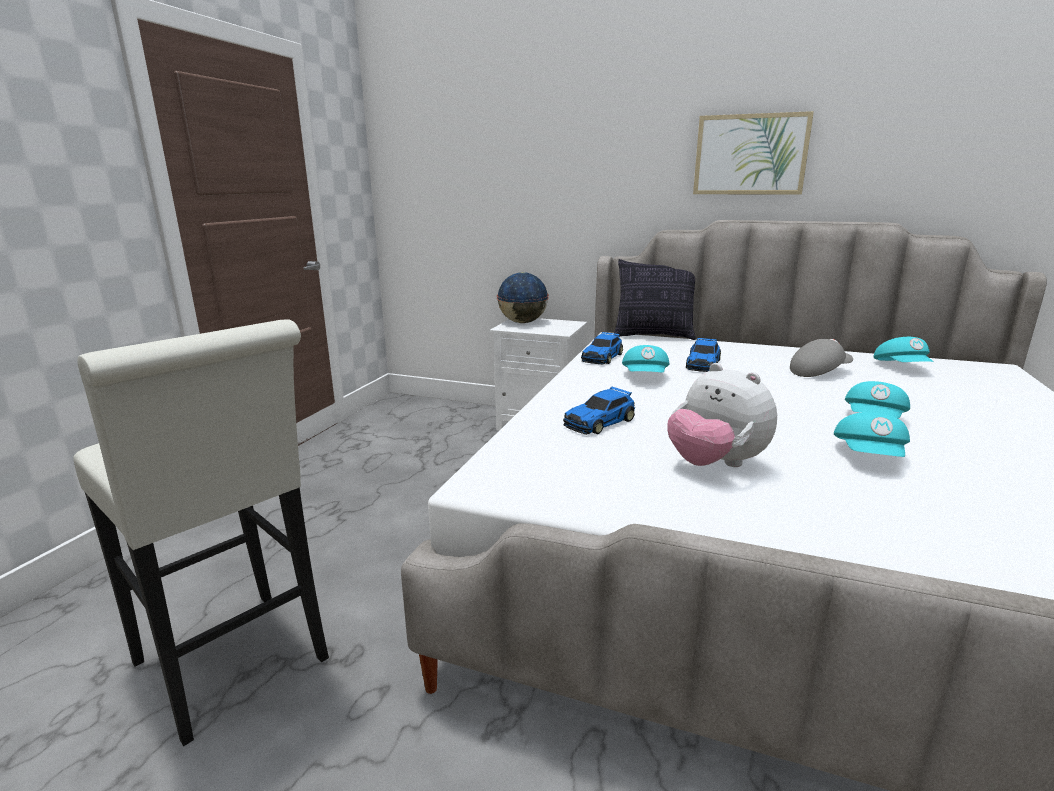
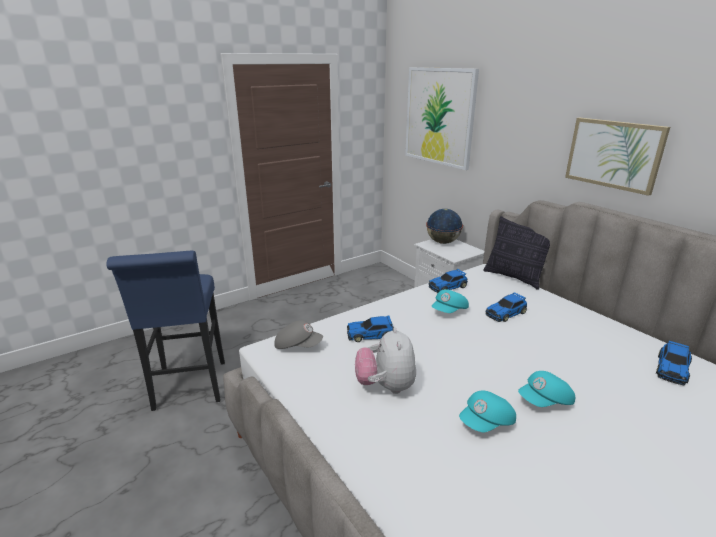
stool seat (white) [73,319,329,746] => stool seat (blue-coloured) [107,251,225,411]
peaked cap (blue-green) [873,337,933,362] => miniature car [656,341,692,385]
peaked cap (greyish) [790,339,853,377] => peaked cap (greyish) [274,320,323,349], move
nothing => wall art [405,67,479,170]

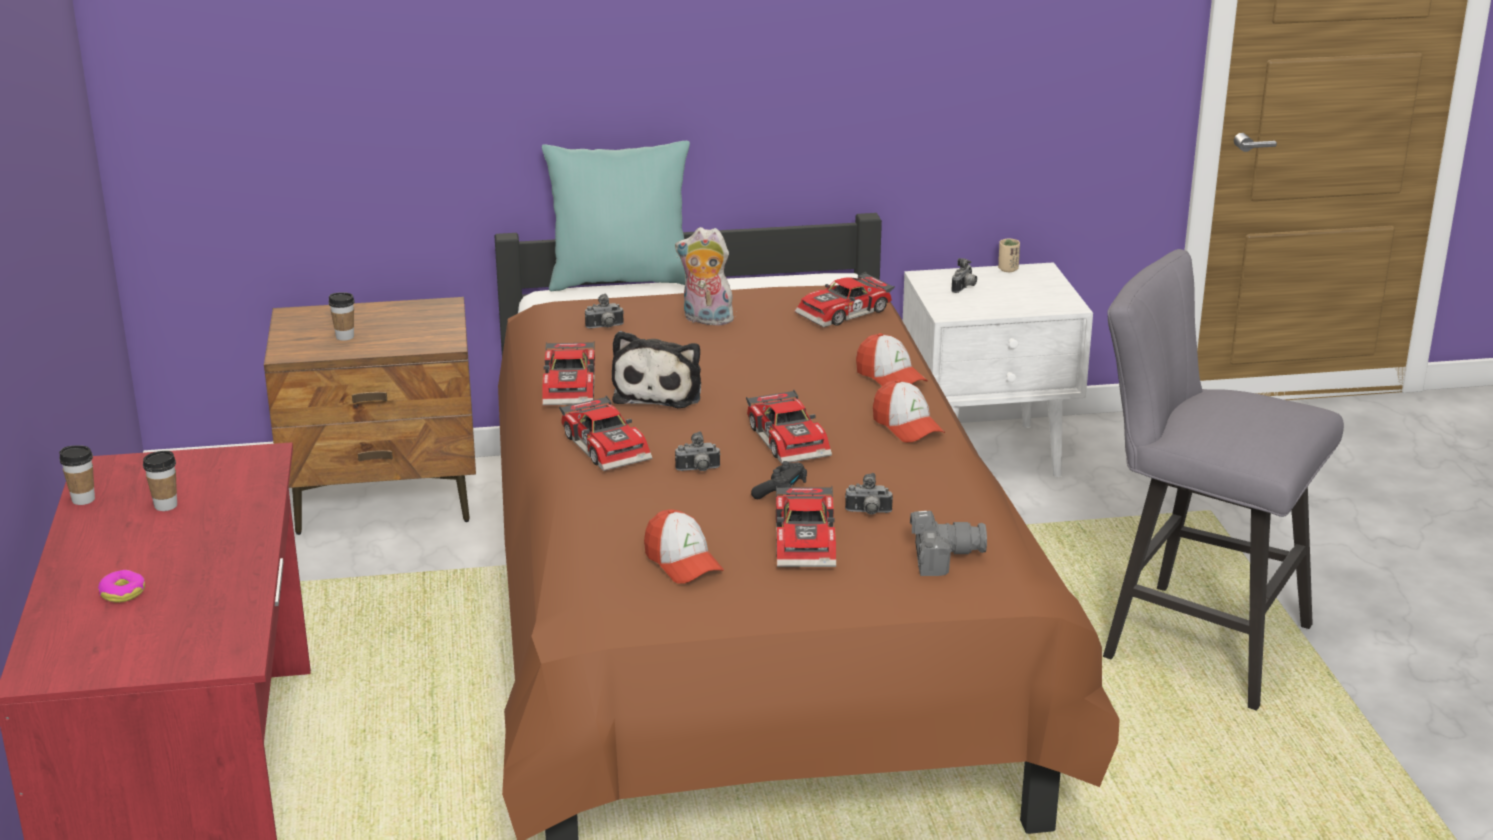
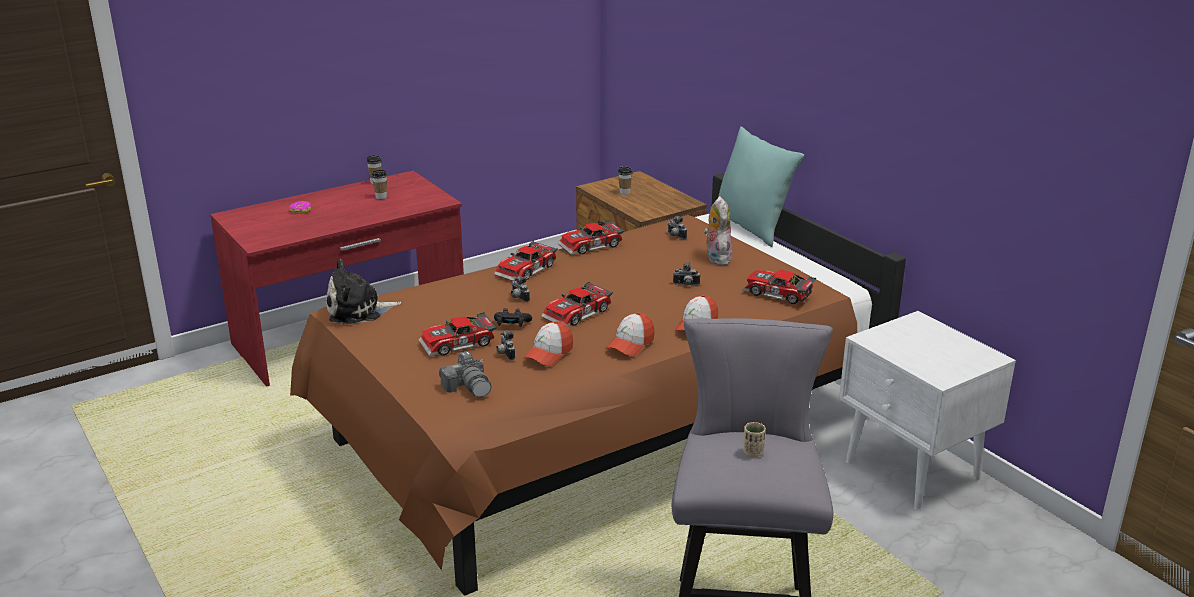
small cup (beige-coloured) [998,238,1020,272] => small cup (beige-coloured) [743,422,766,457], move
still camera [952,258,977,293] => still camera [673,262,700,286], move
cuddly toy [612,331,701,408] => cuddly toy [326,259,401,324], move
peaked cap [644,509,724,584] => peaked cap [523,321,573,366], move

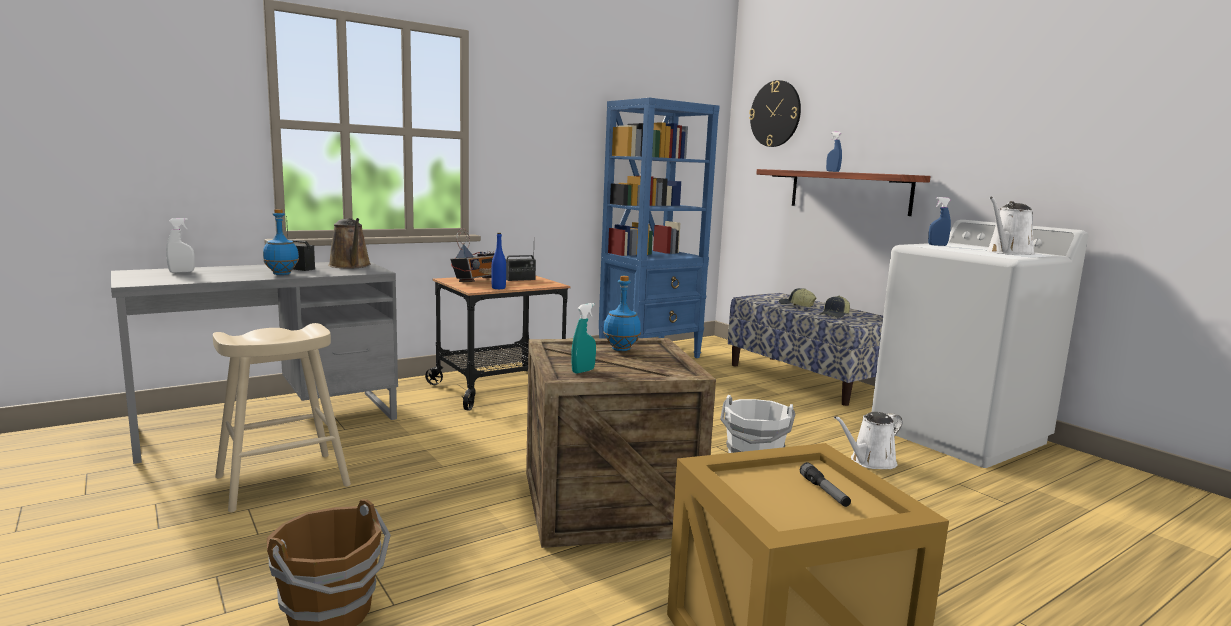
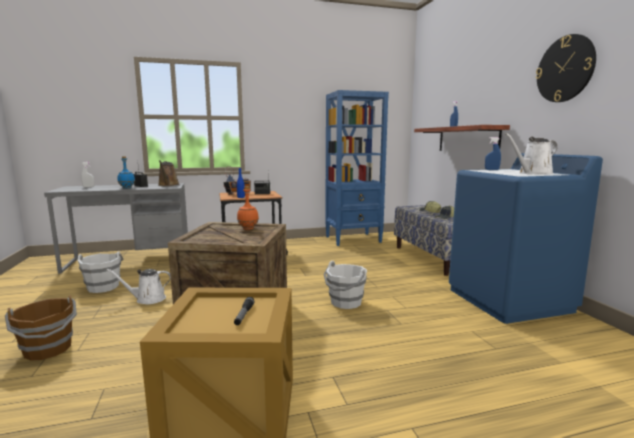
hanging clock [749,80,801,147] => hanging clock [536,34,596,102], move
washing machine (white) [872,220,1088,468] => washing machine (blue-coloured) [449,153,603,324]
beverage bottle (blue-coloured) [603,276,641,351] => beverage bottle (orangey) [237,187,259,230]
spray bottle (blue-green) [571,303,596,374] => nothing
stool seat (beige-coloured) [213,323,351,512] => pail (white) [77,252,124,293]
watering can (white) [834,412,902,469] => watering can (white) [106,269,171,304], move

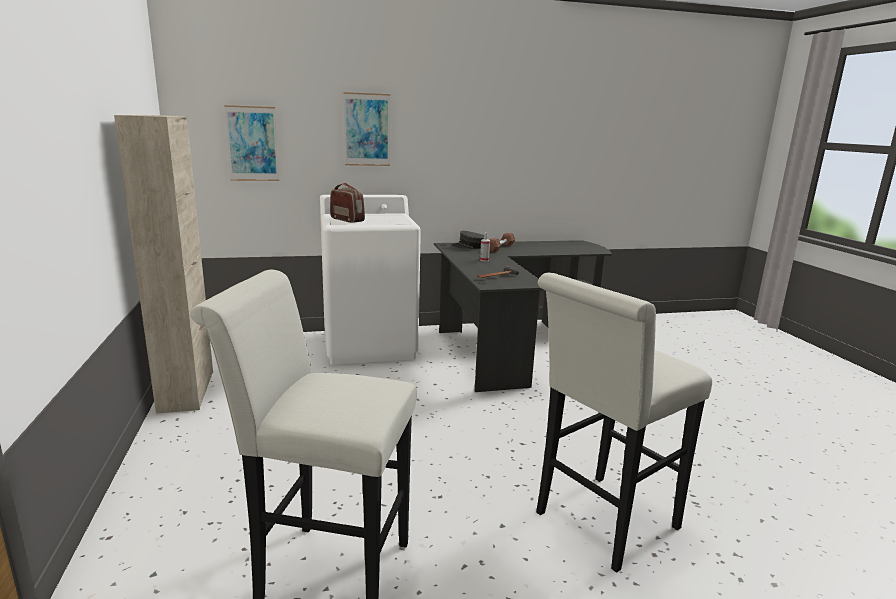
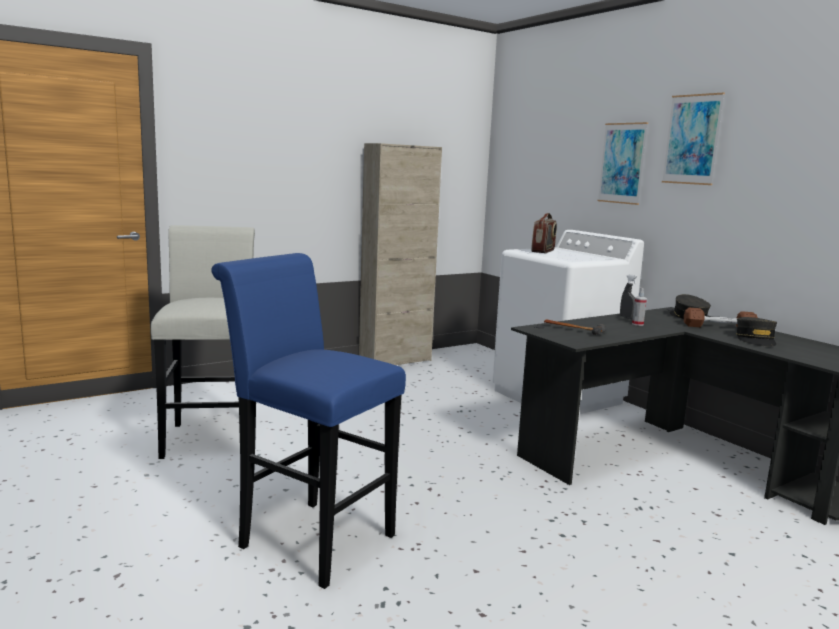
wall art [224,105,279,181] => wall art [662,92,725,185], move
stool seat (white) [536,273,712,573] => stool seat (blue-coloured) [211,253,406,589]
nothing => spray bottle (greyish) [620,274,638,319]
nothing => peaked cap (greyish) [736,317,777,347]

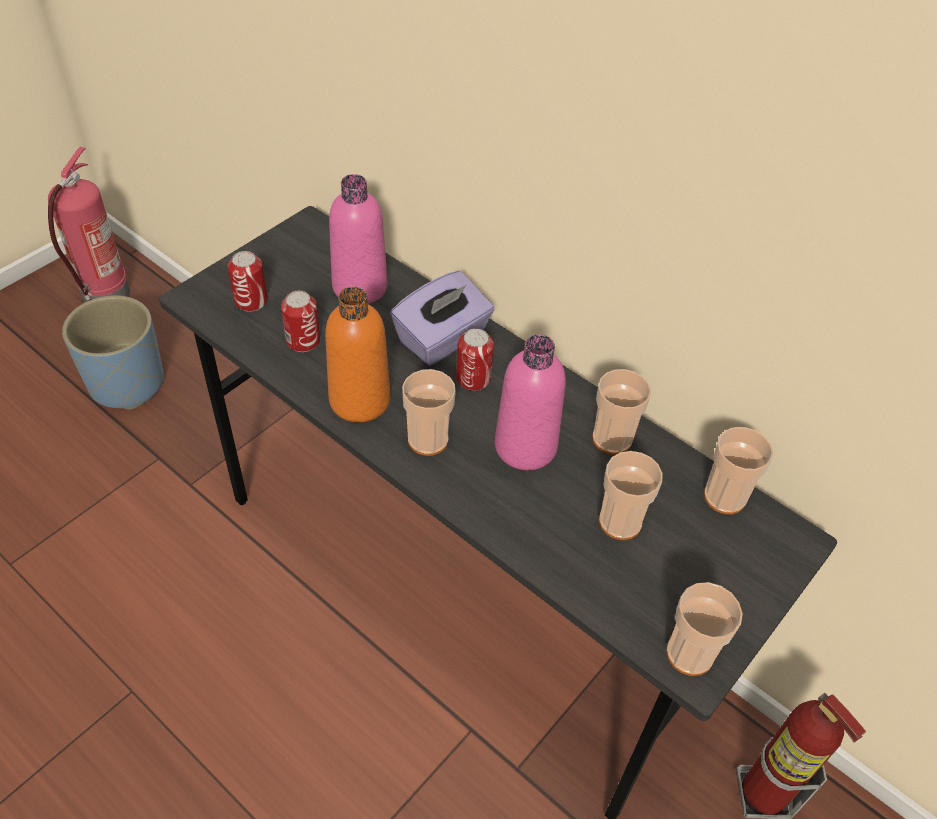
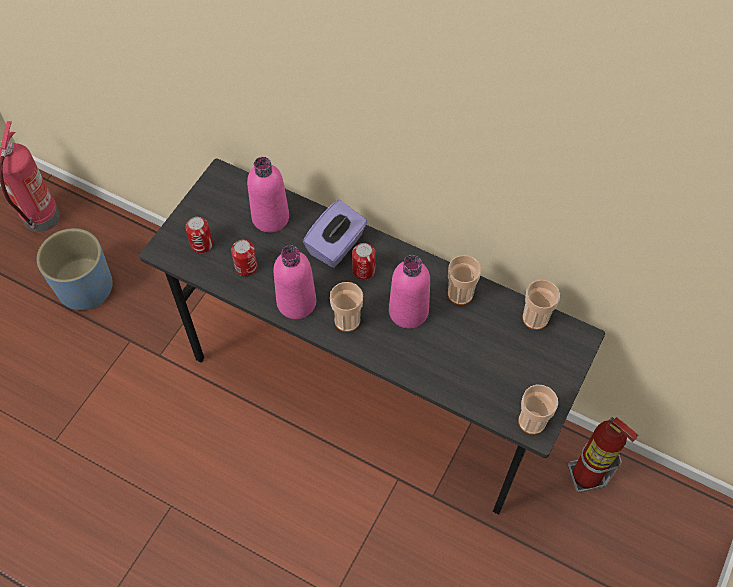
beverage bottle (orangey) [325,287,390,422] => beverage bottle (pink-coloured) [273,245,316,319]
small cup [599,451,663,540] => nothing

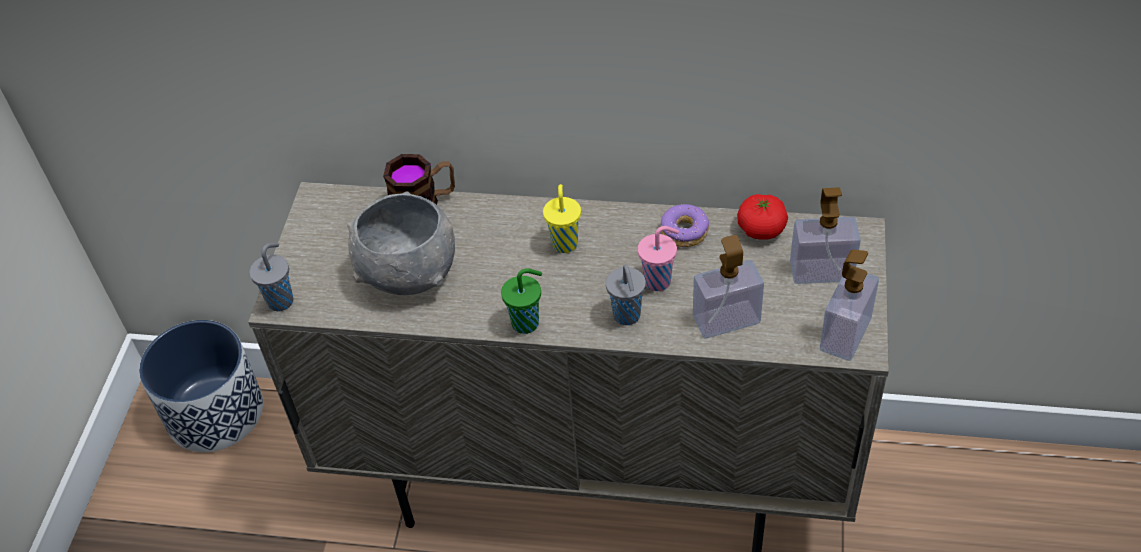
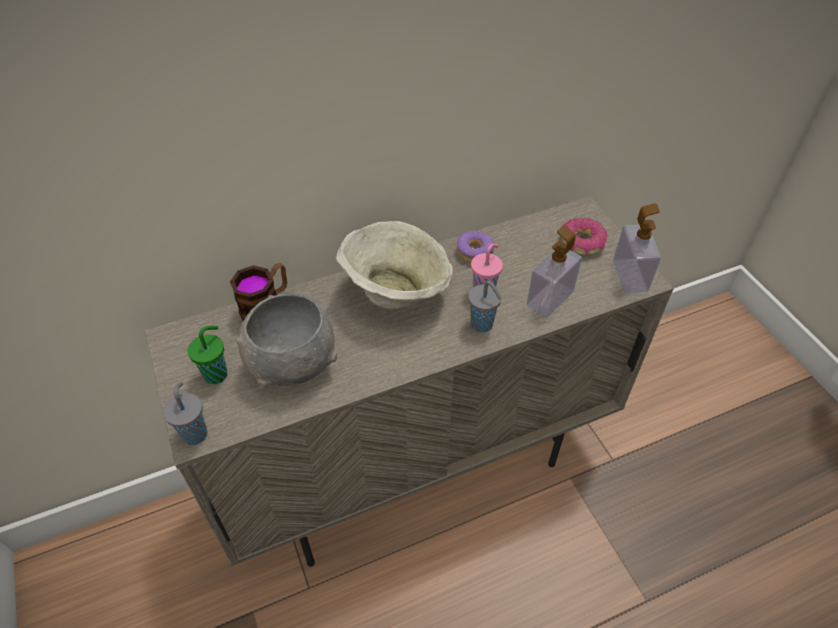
small cup (yellow-coloured) [543,184,581,253] => bowl (beige-coloured) [336,221,453,309]
liquid soap bottle [790,187,861,284] => ring doughnut [561,217,608,255]
fresh tomato [737,194,788,240] => nothing
small cup (green) [501,268,542,334] => small cup (green) [188,326,228,384], move
planter [139,320,263,452] => nothing

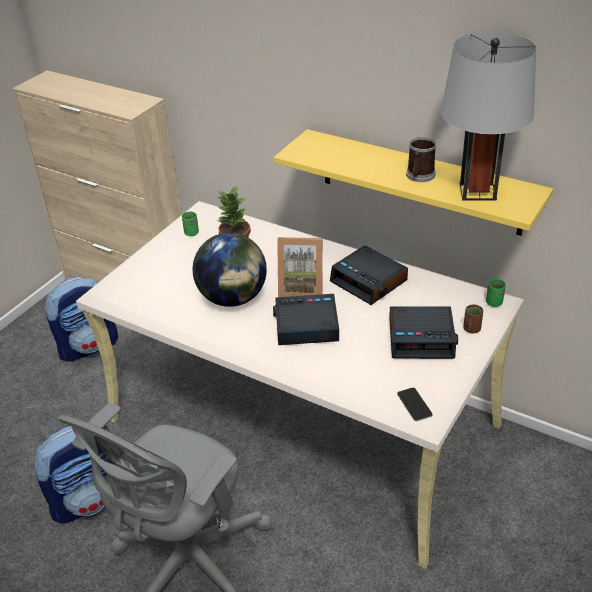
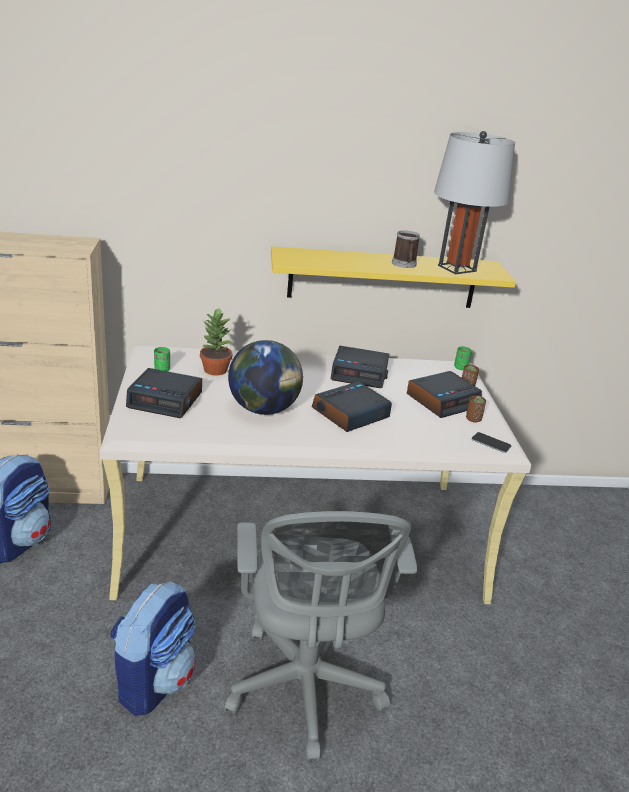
photo frame [277,237,323,297] => nothing
nothing => bedside clock [126,368,202,418]
nothing => small cup (brown) [466,395,486,423]

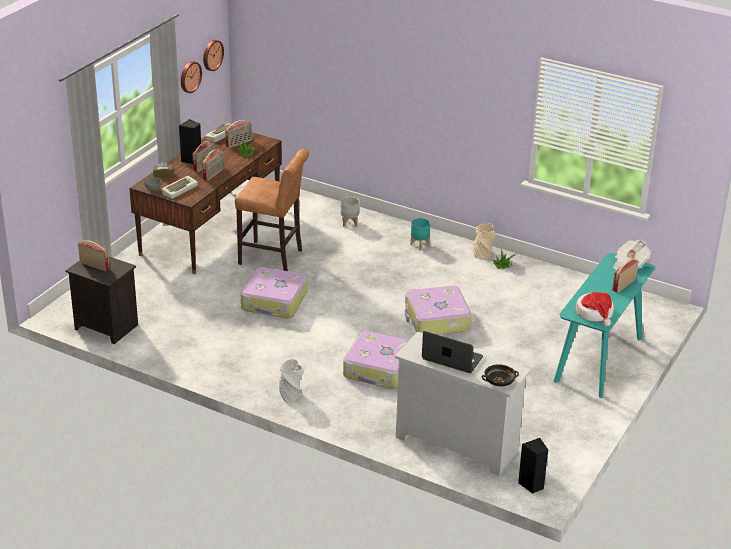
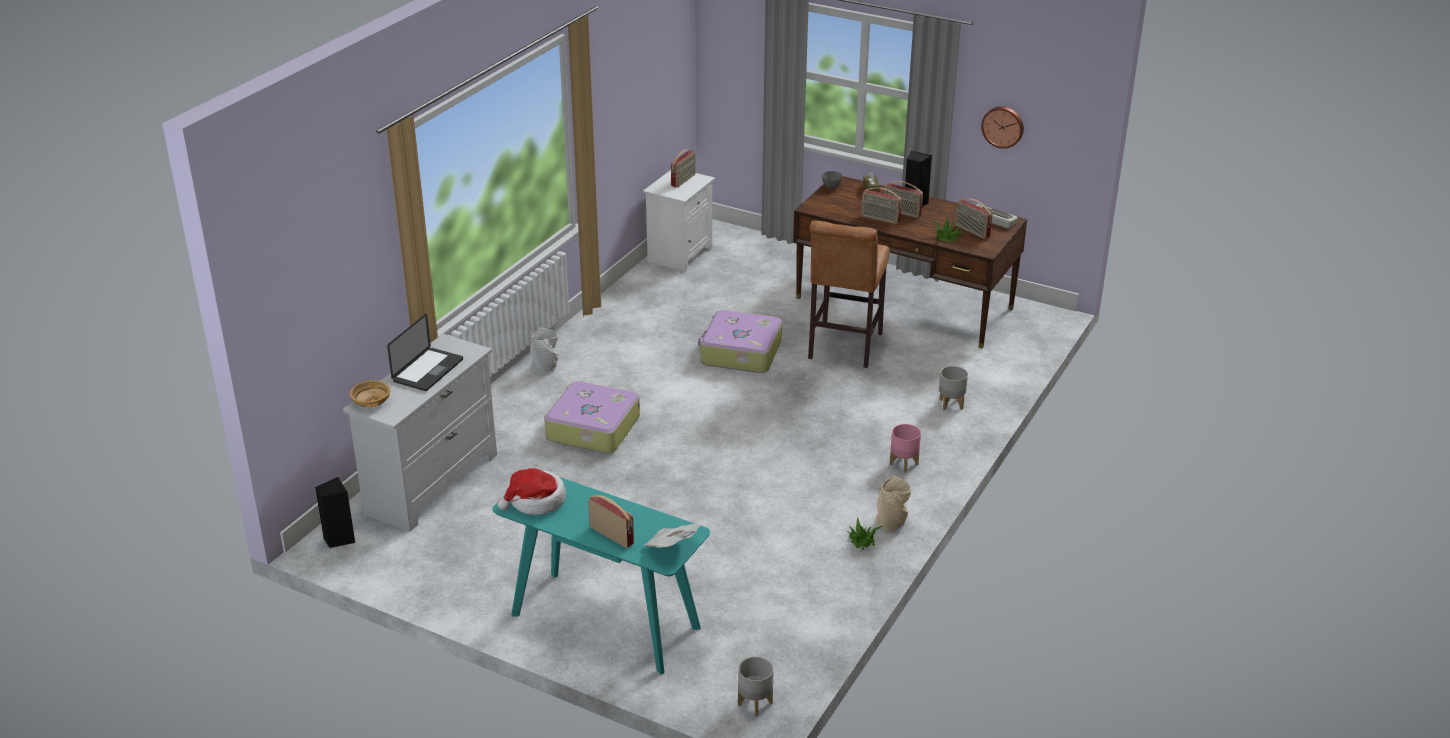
hanging clock [203,40,224,71] => nothing
PC keyboard [162,176,198,199] => nothing
planter (blue-green) [410,218,430,250] => planter (pink-coloured) [890,424,921,473]
nightstand (black) [65,256,138,344] => nightstand (white) [643,170,715,272]
suitcase [405,286,472,335] => nothing
bowl (black) [481,364,519,387] => bowl (beige-coloured) [350,380,391,407]
nothing => planter (greyish) [738,656,773,716]

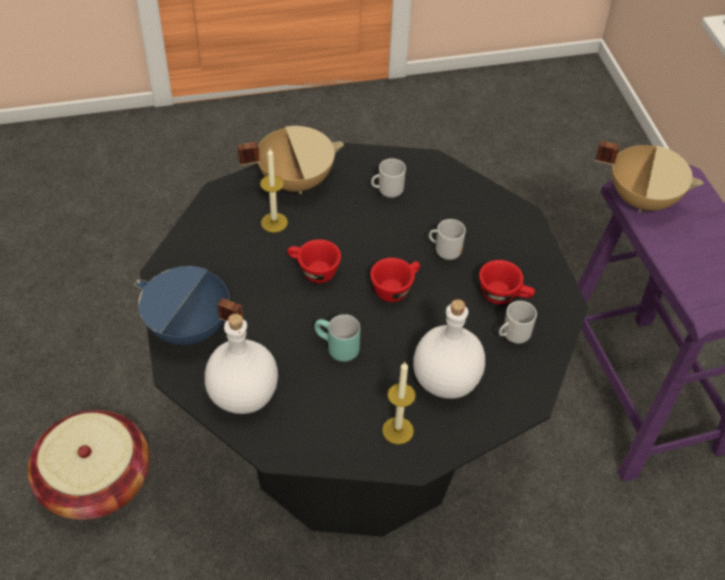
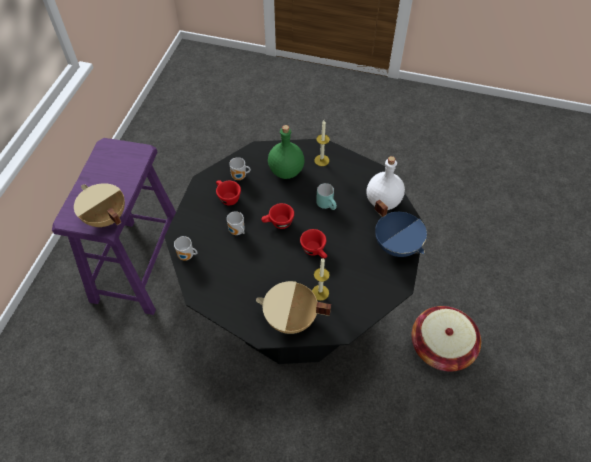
coffee mug [371,158,406,198] => coffee mug [174,236,197,261], move
beverage bottle (white) [413,299,485,399] => beverage bottle (green) [268,125,304,179]

